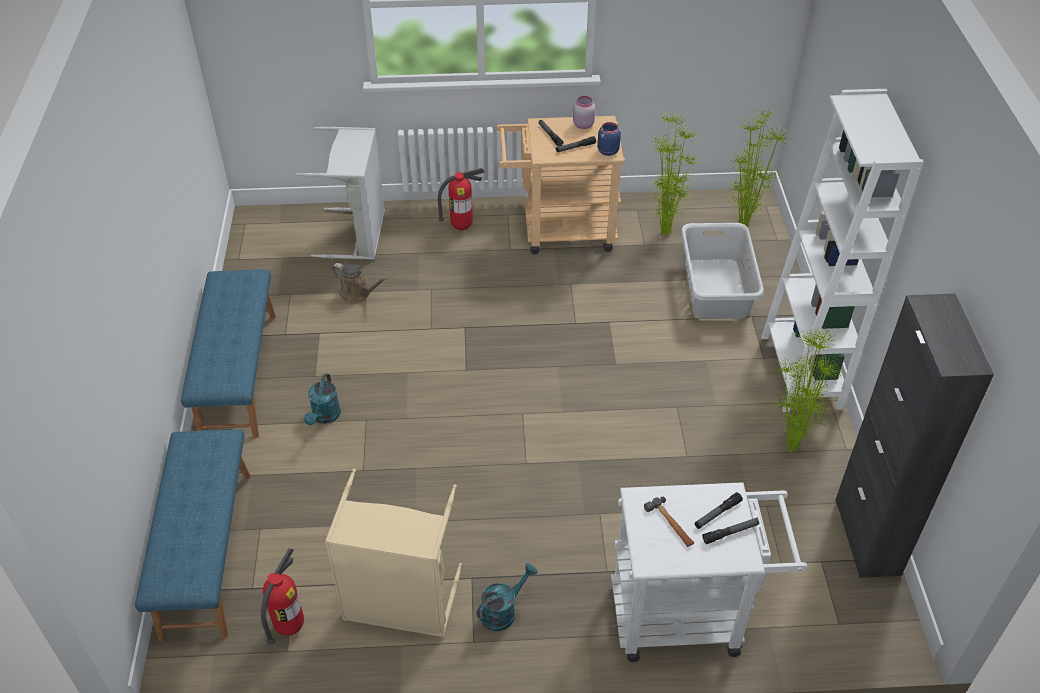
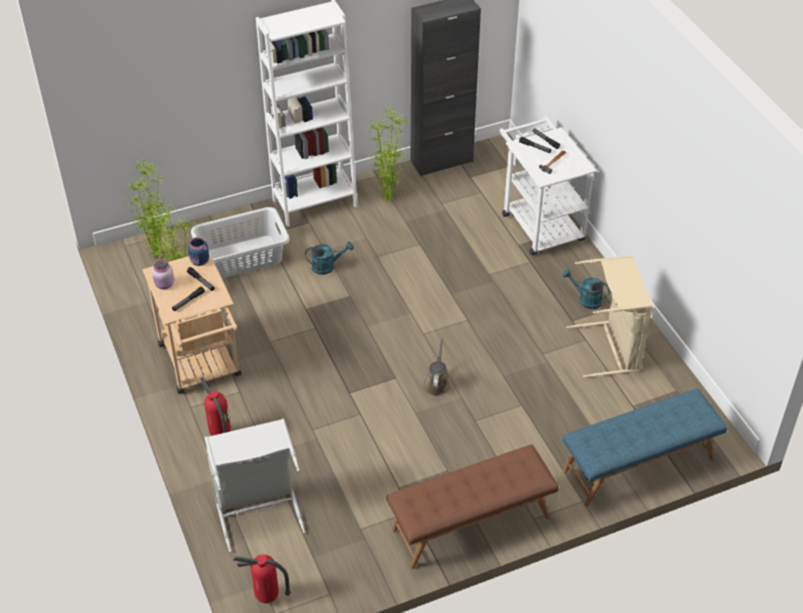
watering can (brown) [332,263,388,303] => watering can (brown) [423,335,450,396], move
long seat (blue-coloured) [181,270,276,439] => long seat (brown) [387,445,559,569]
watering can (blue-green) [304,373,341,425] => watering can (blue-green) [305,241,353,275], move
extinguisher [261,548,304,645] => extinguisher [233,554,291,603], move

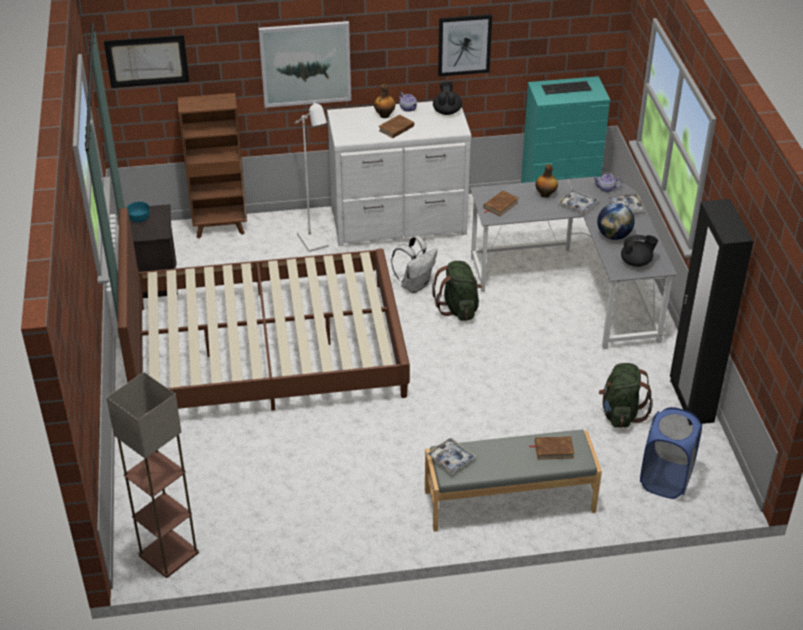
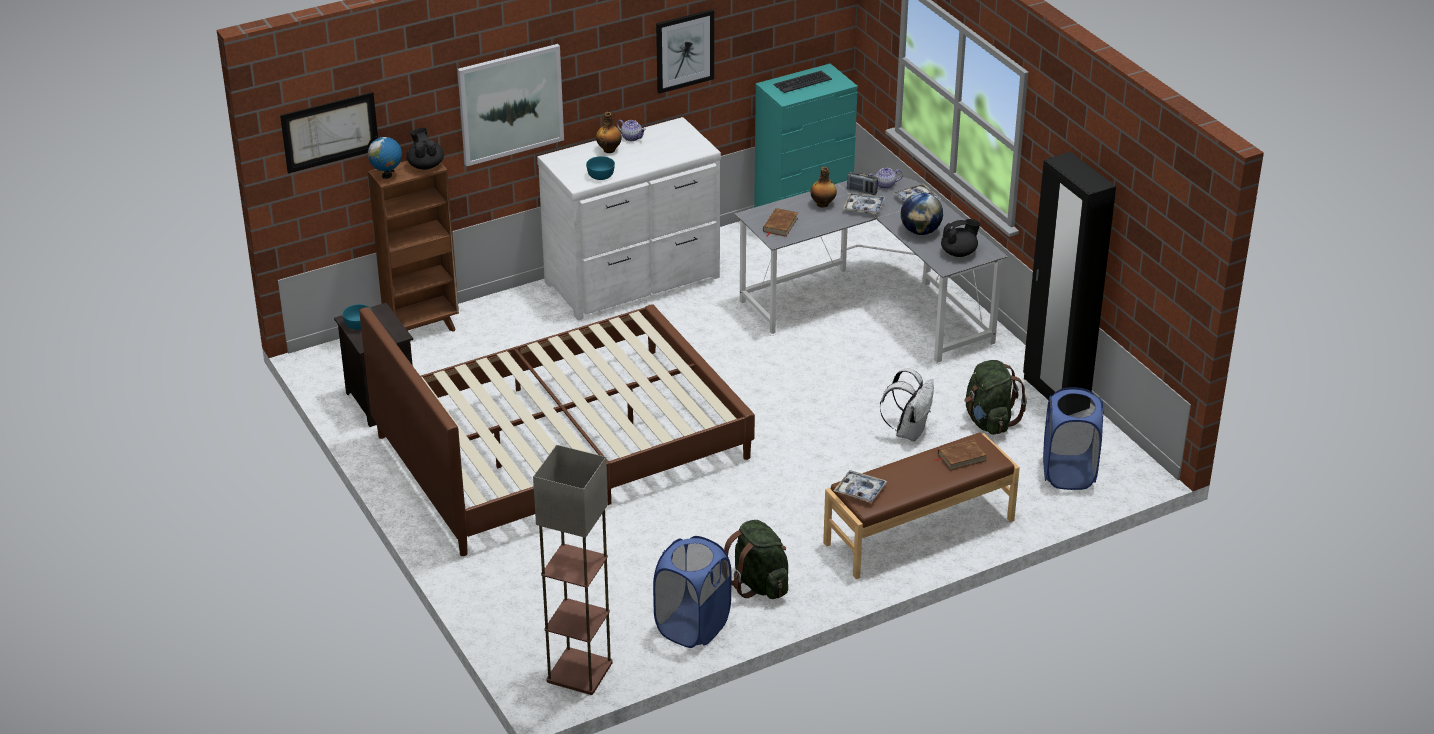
pot for tea (black) [433,82,462,115] => pot for tea (black) [406,128,444,170], move
standing lamp (white) [294,101,329,252] => nothing
volume (brown) [379,114,414,138] => nothing
rucksack (white) [391,236,437,293] => rucksack (white) [880,368,934,441], move
rucksack (green) [432,261,482,321] => rucksack (green) [724,520,788,599], move
long seat (greyish) [425,430,602,532] => long seat (brown) [823,432,1020,579]
nothing => desk globe [368,136,402,179]
nothing => bowl (blue-green) [586,156,615,180]
nothing => radio set [847,172,878,195]
nothing => laundry basket (blue-coloured) [653,536,731,648]

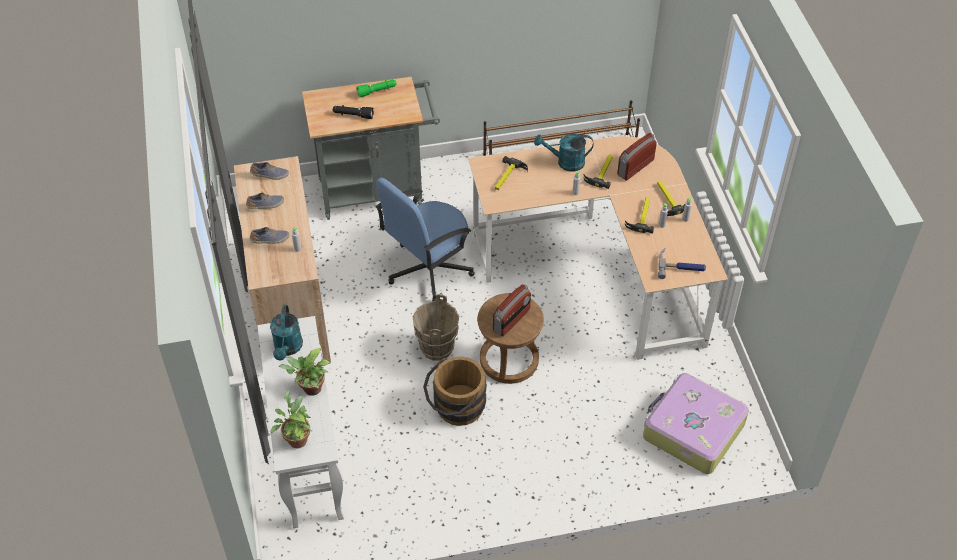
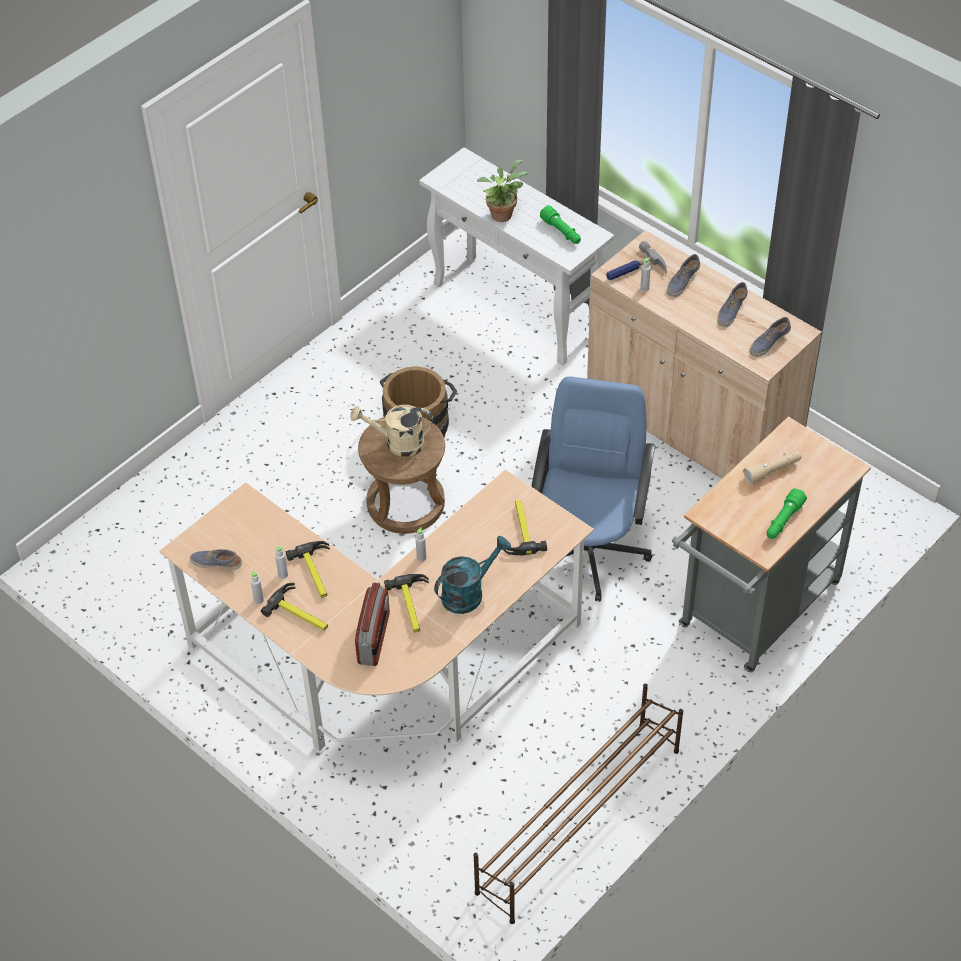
hand torch (black) [333,105,374,119] => hand torch (beige-coloured) [743,451,802,485]
tool hammer [658,248,706,279] => tool hammer [606,241,667,280], move
radio set [493,284,531,336] => watering can (beige-coloured) [350,405,433,457]
pail (brown) [413,294,459,360] => nothing
watering can (blue-green) [270,305,303,361] => hand torch (green) [540,205,581,244]
suitcase [643,373,749,474] => nothing
potted plant [270,390,311,448] => nothing
nothing => low shoe [190,549,242,570]

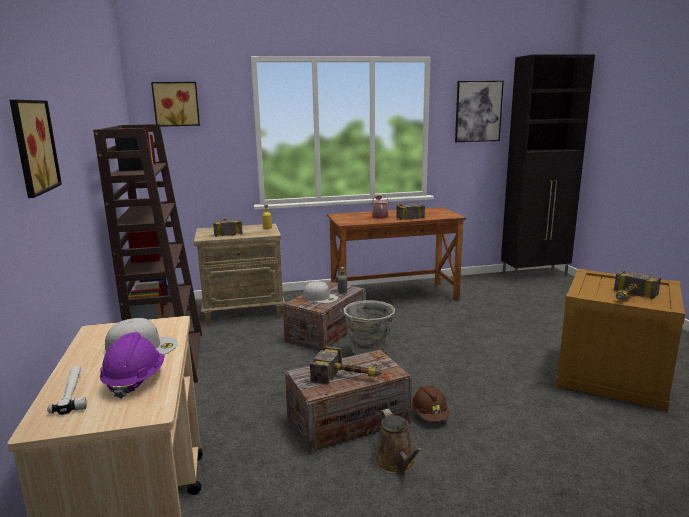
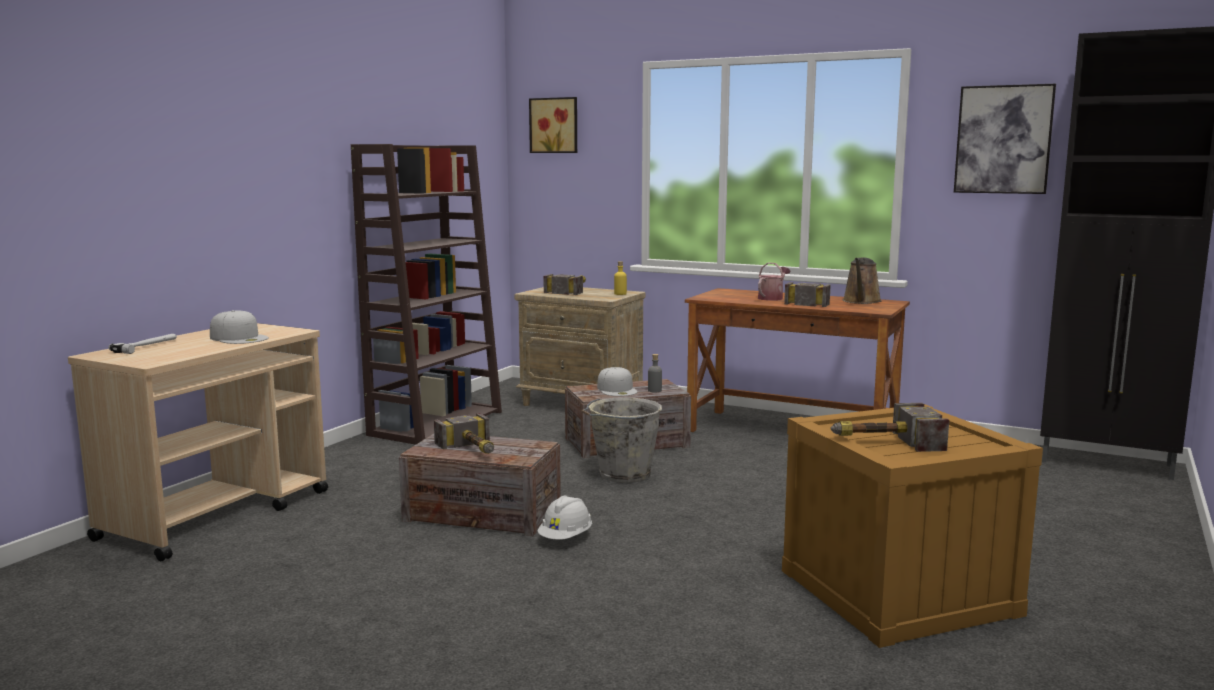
wall art [9,100,62,198] => nothing
work helmet (purple-coloured) [100,332,165,399] => nothing
work helmet (brown) [412,385,449,422] => work helmet (white) [537,496,592,540]
watering can (brown) [374,409,423,474] => watering can (brown) [843,257,882,304], move

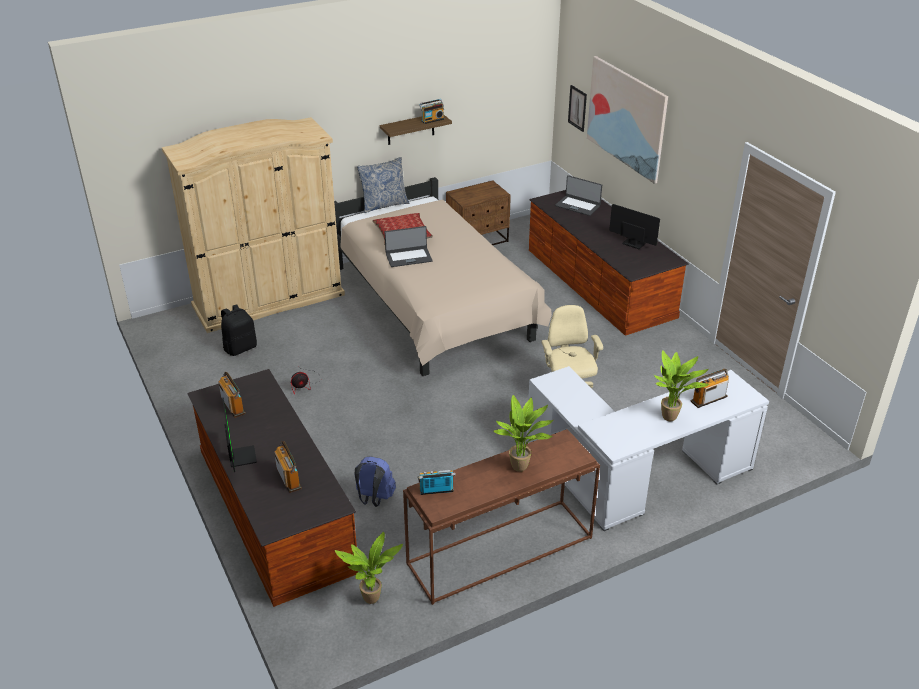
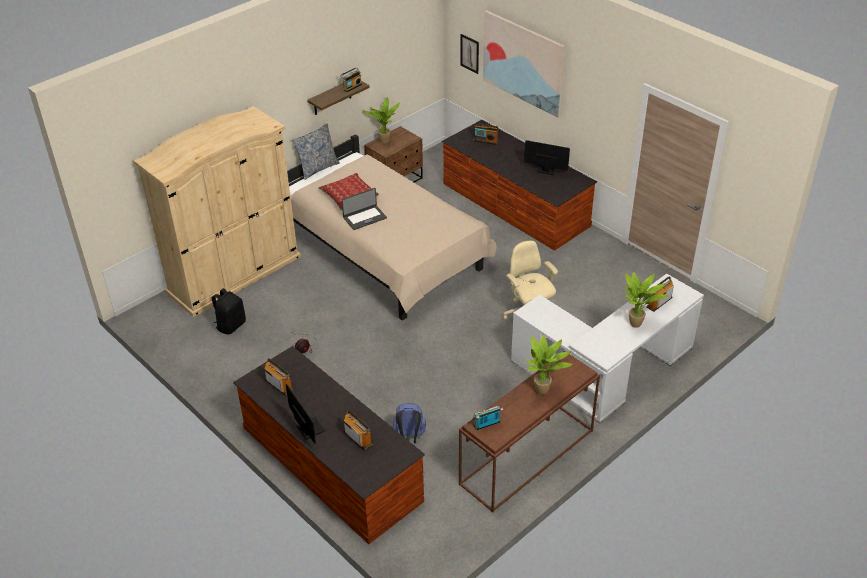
portable computer [555,175,602,216] => radio set [473,123,499,145]
potted plant [335,532,403,604] => potted plant [363,97,400,144], move

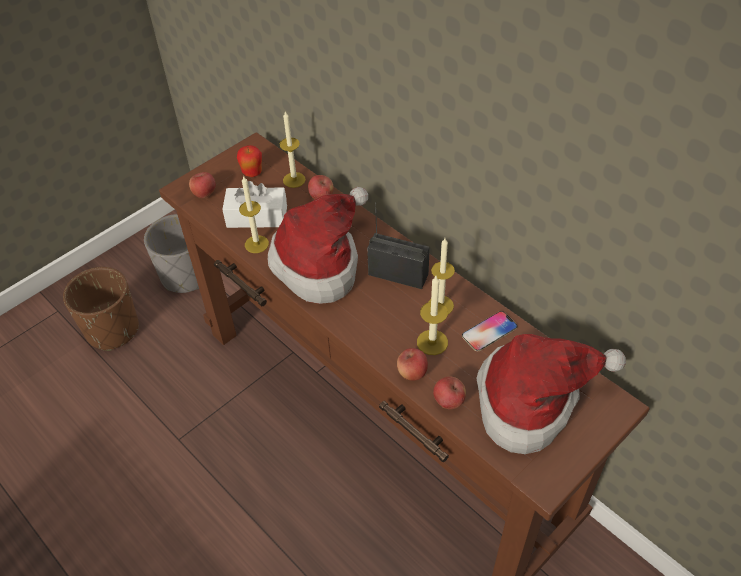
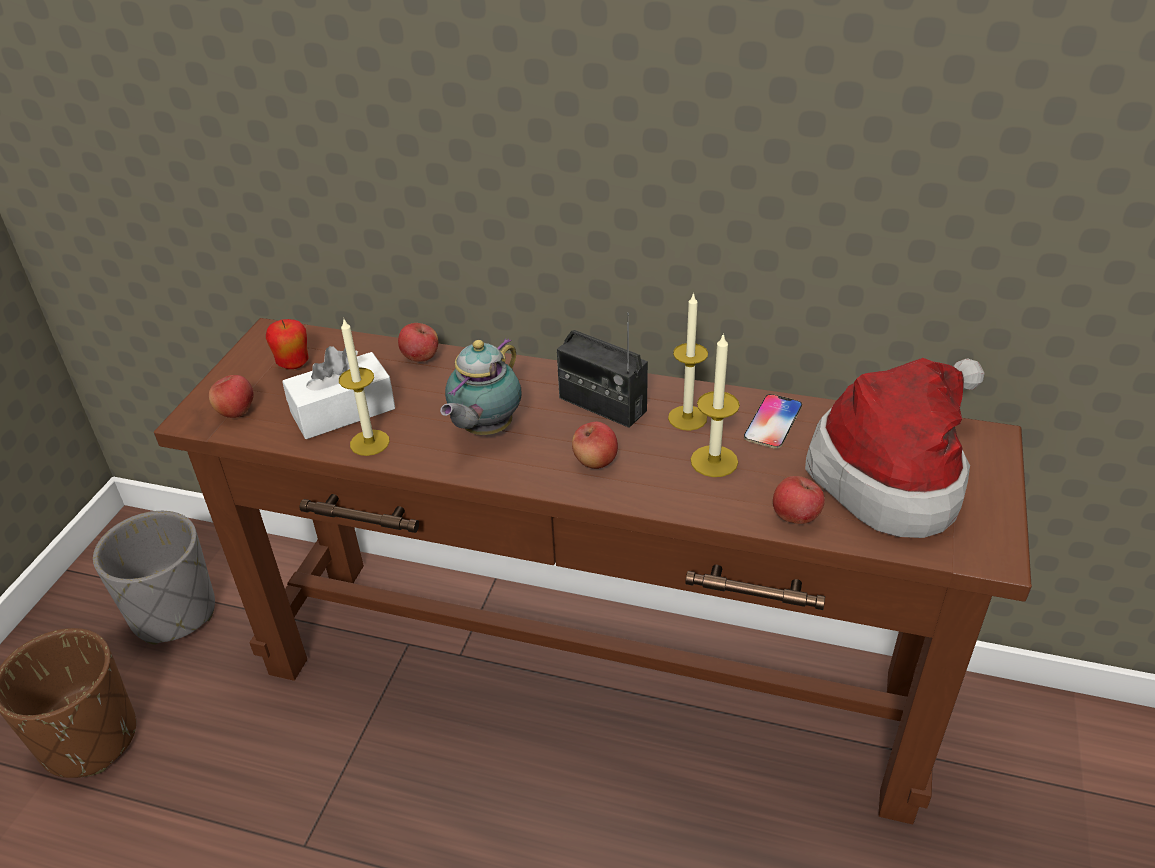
candle [280,112,306,188] => nothing
clothing hat [268,187,368,304] => pot for tea [440,338,522,435]
radio set [367,202,430,289] => radio set [557,312,648,428], 135 degrees counterclockwise
apple [397,348,428,381] => apple [572,422,618,469], move

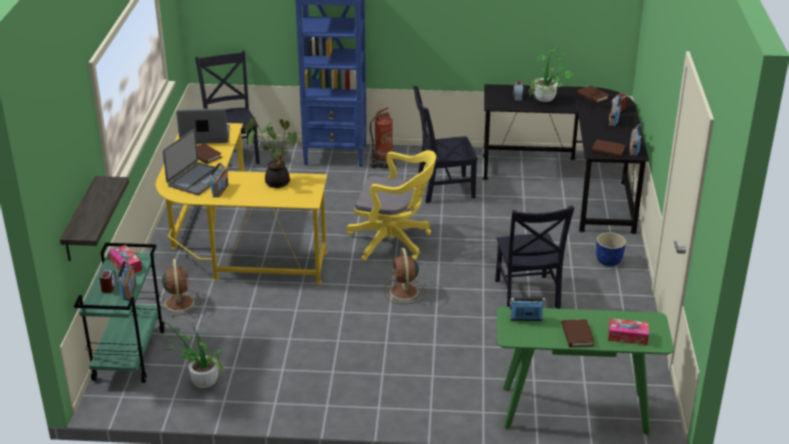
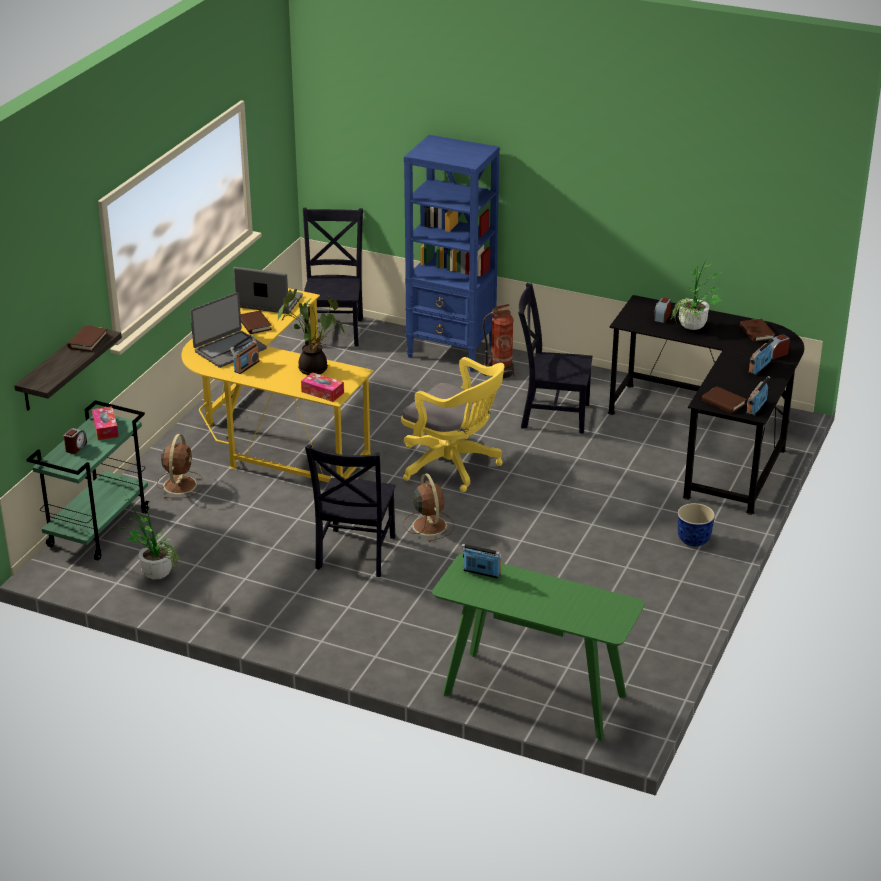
plain chair (black) [495,205,574,309] => plain chair (black) [305,444,396,577], move
electric fan (brown) [384,248,426,304] => electric fan (brown) [403,473,454,542], 150 degrees clockwise
radio set [118,260,136,300] => nothing
tissue holder [608,318,649,345] => tissue holder [301,372,344,402], move
volume (brown) [562,319,594,347] => volume (brown) [68,326,108,352], move

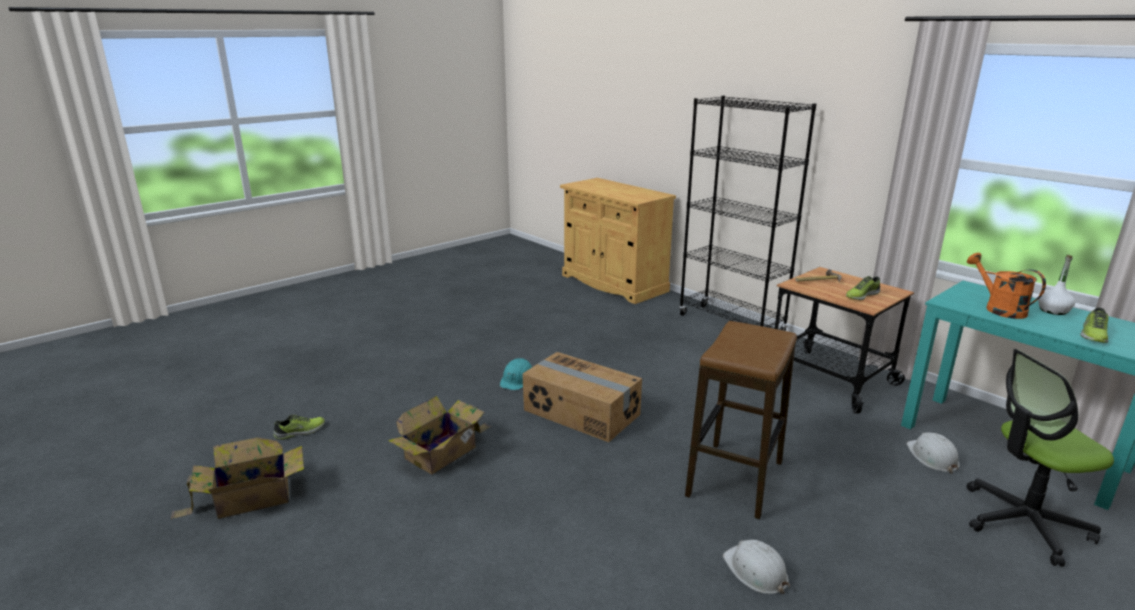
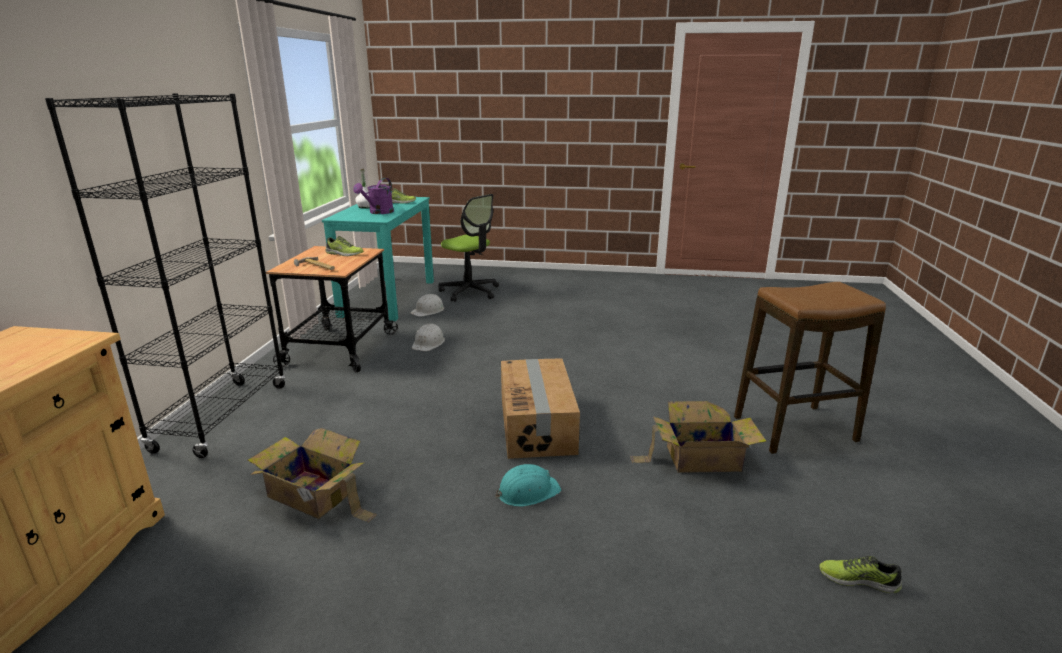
watering can (orangey) [967,253,1046,319] => watering can (purple-coloured) [353,178,394,214]
stool seat [685,321,797,519] => stool seat [734,282,886,454], move
cardboard box [171,437,304,519] => cardboard box [247,428,377,523], move
work helmet (white) [723,540,790,594] => work helmet (white) [412,324,445,351], move

